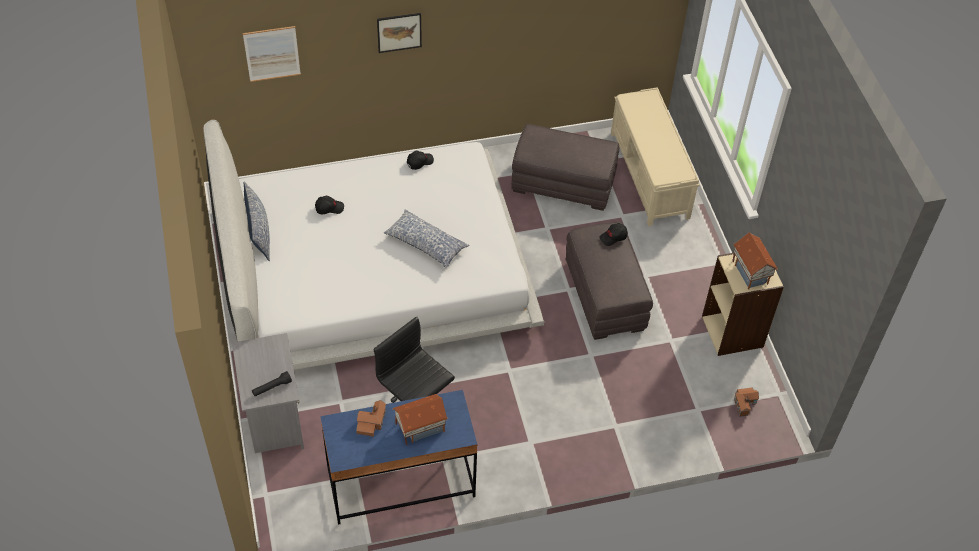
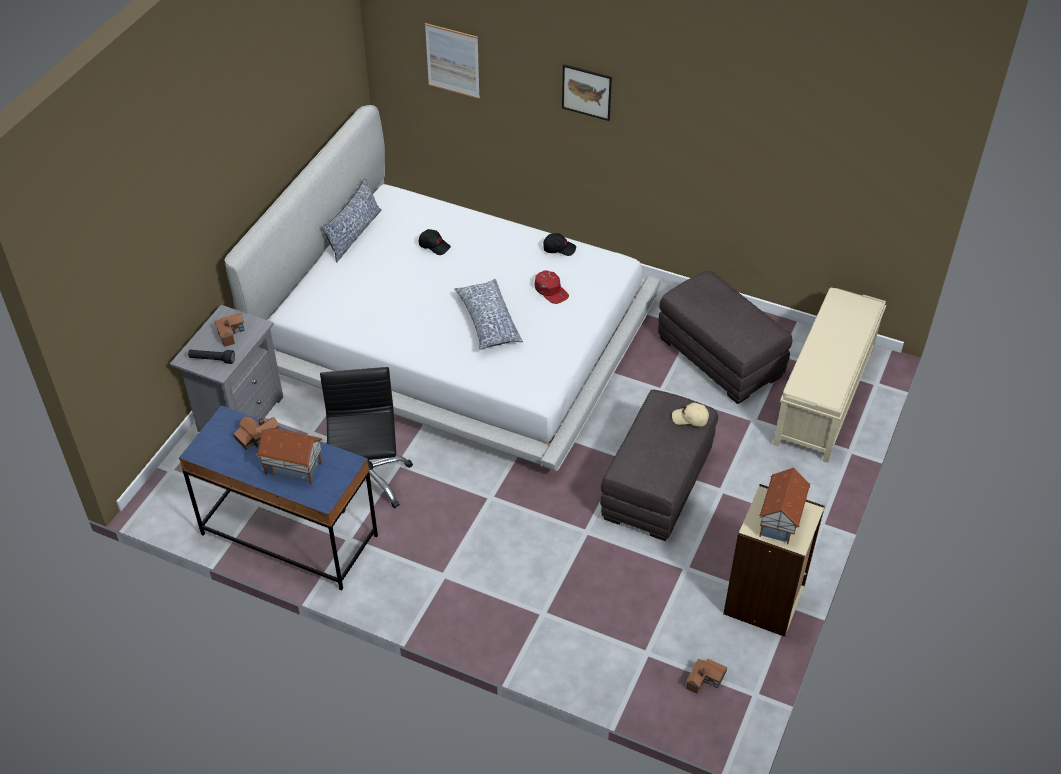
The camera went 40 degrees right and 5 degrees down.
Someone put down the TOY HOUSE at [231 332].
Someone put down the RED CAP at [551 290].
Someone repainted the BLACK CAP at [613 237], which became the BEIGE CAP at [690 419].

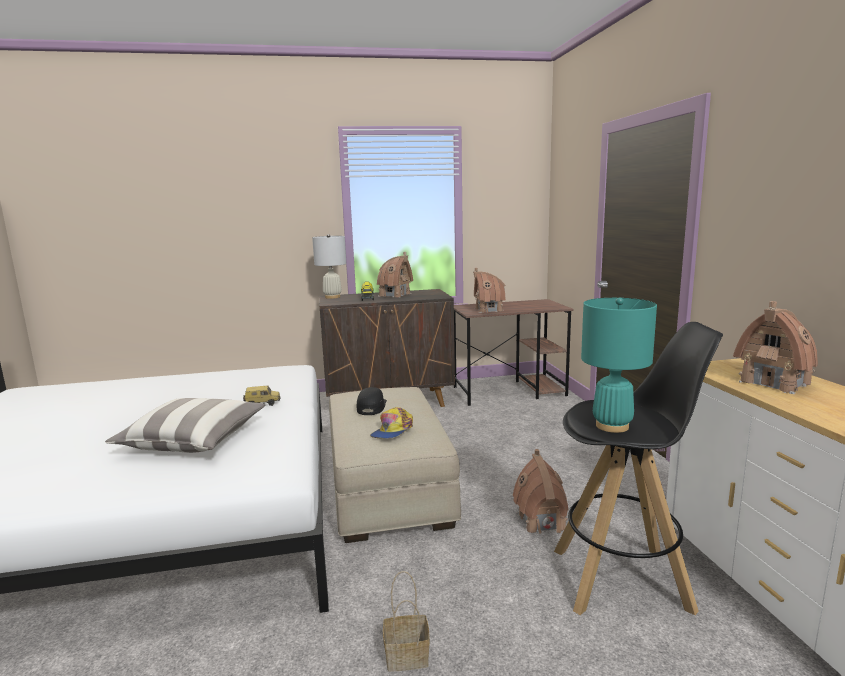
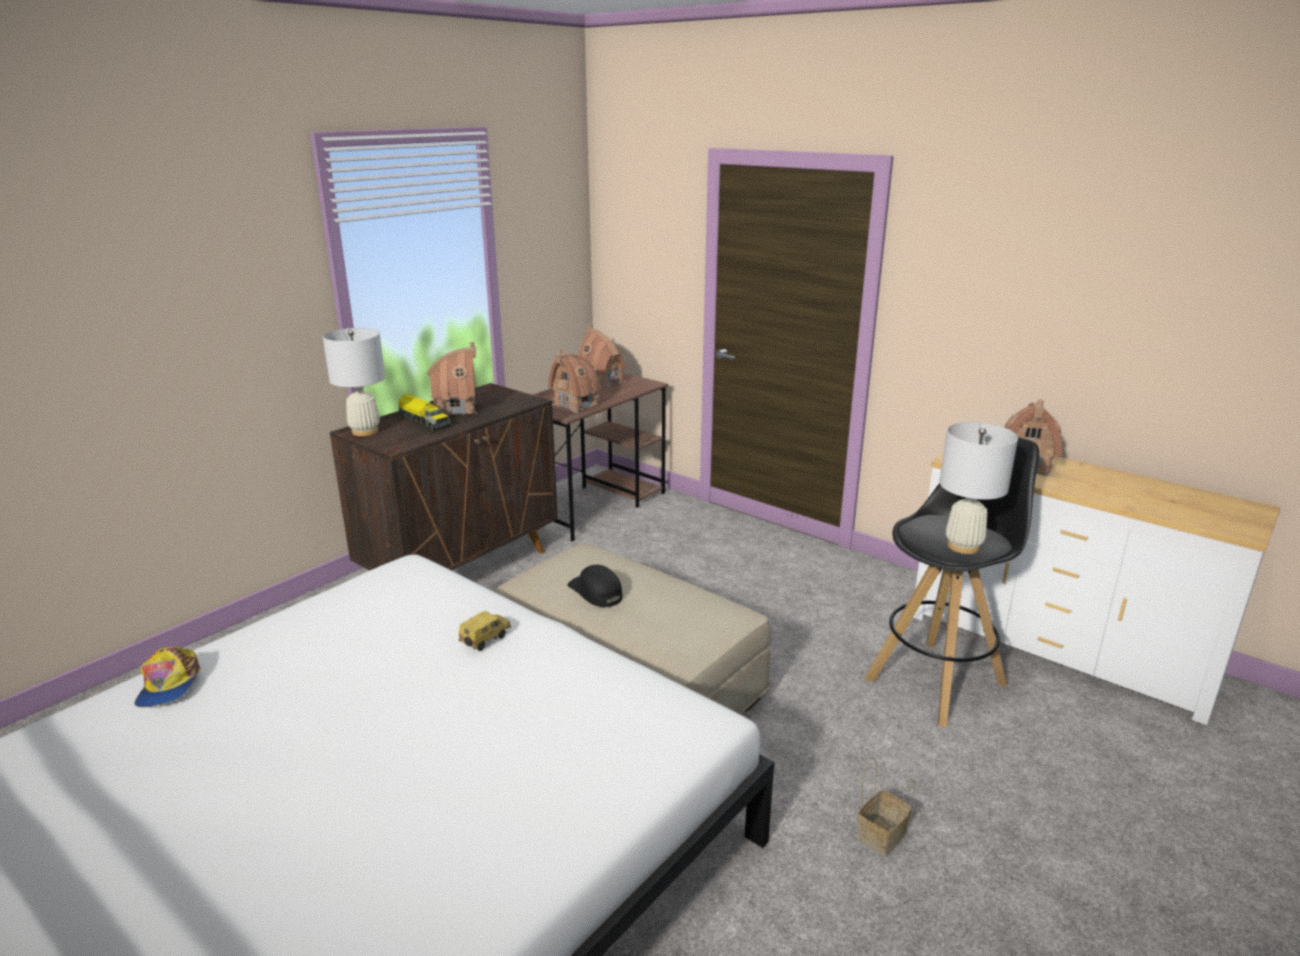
The camera went 40 degrees left and 10 degrees up.
Someone took away the PILLOW at [193 441].
Someone carried the CAP from [392 431] to [169 685].
Someone carried the TOY HOUSE from [541 521] to [603 382].
Someone repainted the TURQUOISE TABLE LAMP at [612 426], which became the WHITE TABLE LAMP at [963 546].

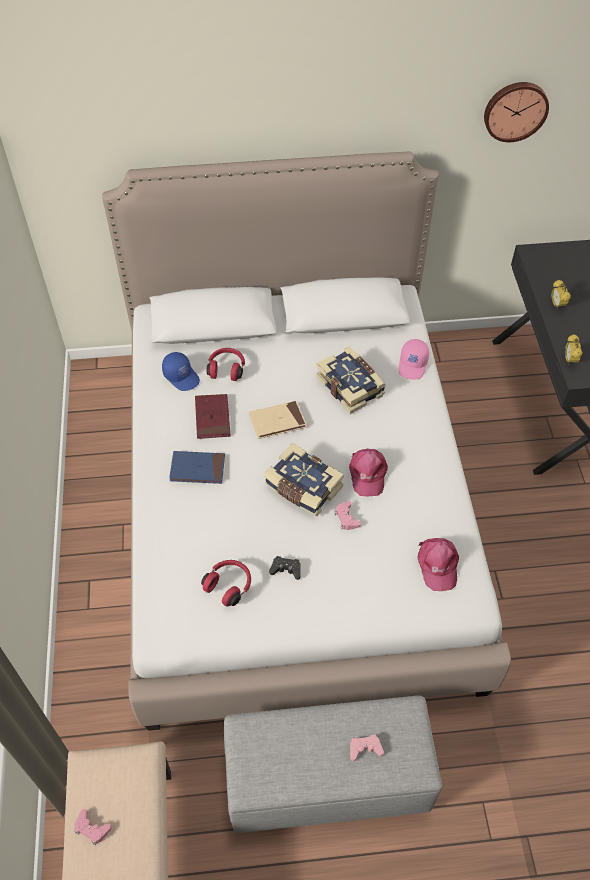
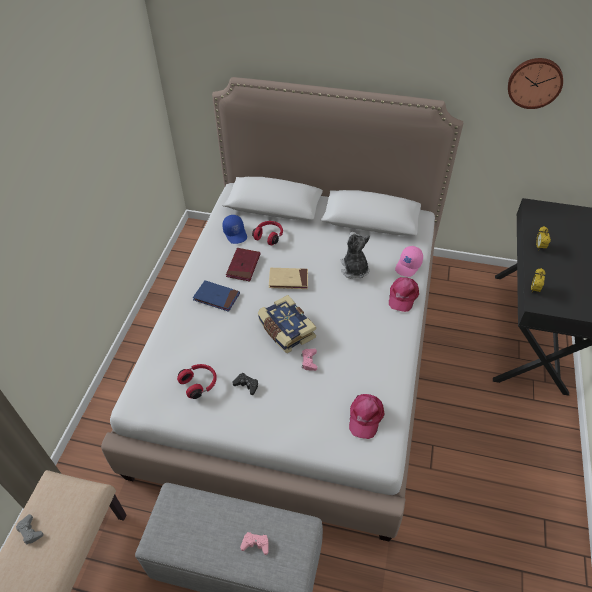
The camera went 20 degrees right and 5 degrees down.
Someone carried the PINK CAP from [367 474] to [402 296].
Someone swapped the BOOK at [351 386] for the PLUSH TOY at [354 269].
Someone repainted the PINK GAME CONTROLLER at [92 828], which became the GREY GAME CONTROLLER at [30 531].

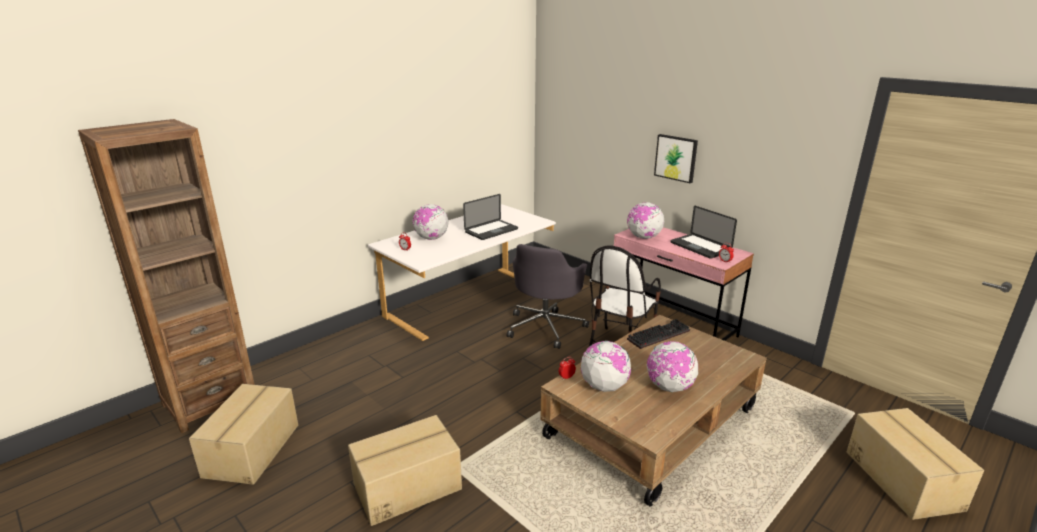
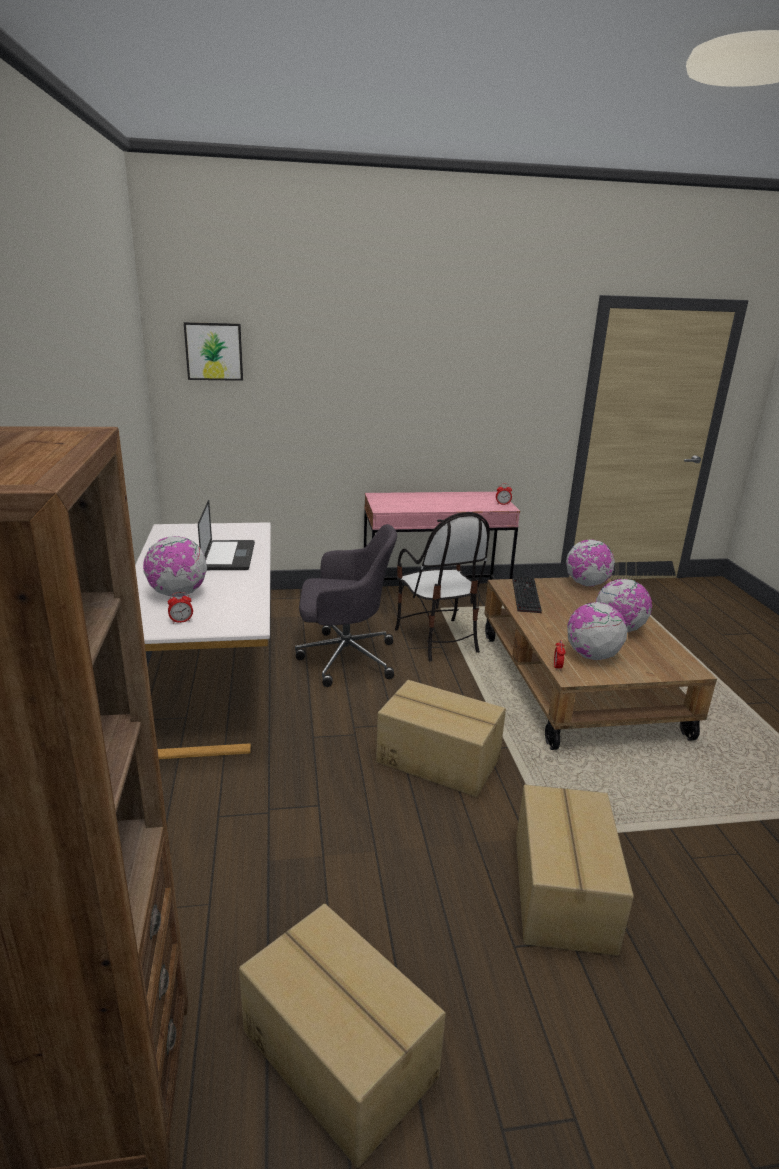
The camera went 55 degrees left and 0 degrees up.
Someone took away the LAPTOP at [700 247].
Someone carried the GLOBE from [643 237] to [586 584].
Someone carried the PICTURE from [676 158] to [214 351].
Someone carried the CARDBOARD BOX from [903 479] to [438 759].
Someone rotated the GREY OFFICE CHAIR at [546 326] by 60 degrees counterclockwise.

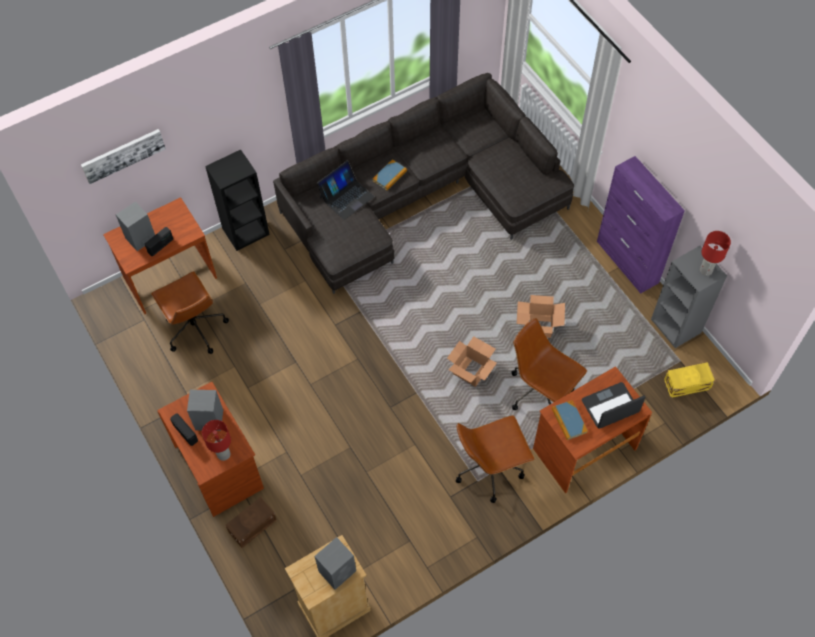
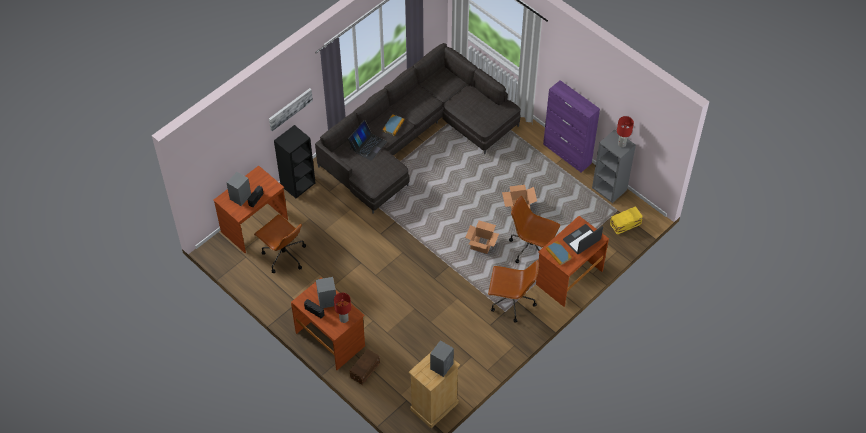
The camera went 15 degrees left and 5 degrees down.
Someone carried the PICTURE from [123 155] to [290 108].
Someone rotated the BROWN OFFICE CHAIR at [490 468] by 135 degrees counterclockwise.

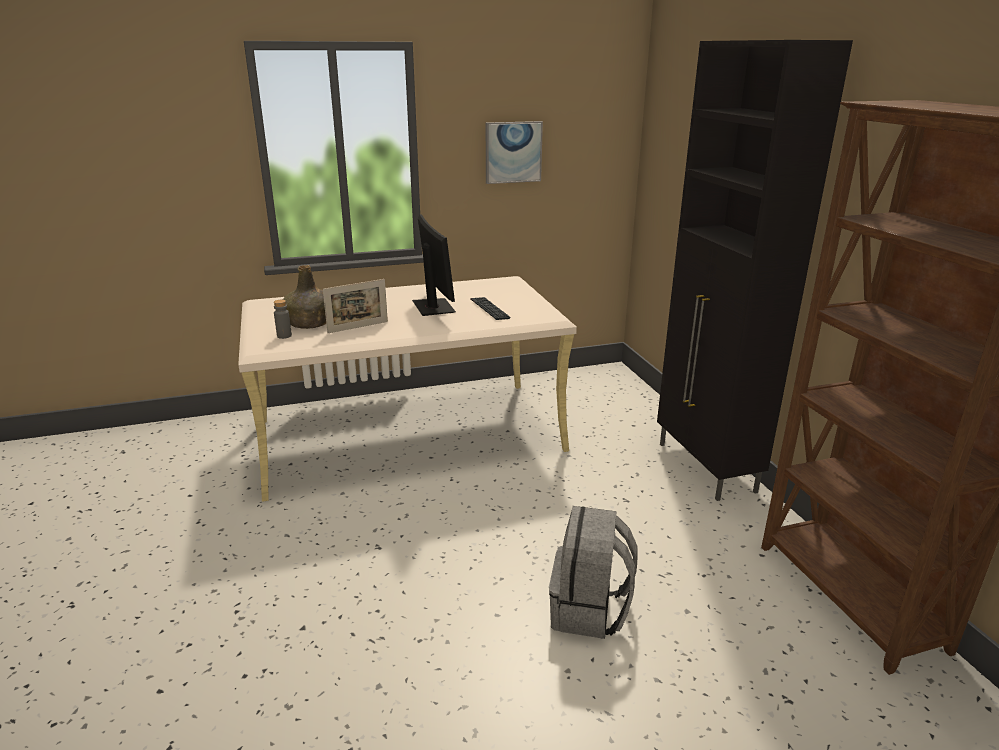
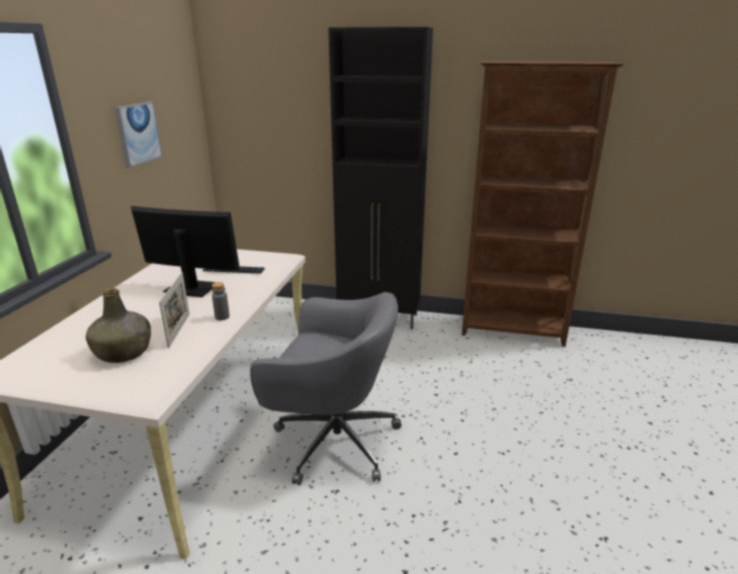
The camera went 60 degrees left and 0 degrees up.
Someone took away the GREY BACKPACK at [589 611].
Someone put down the GREY OFFICE CHAIR at [332 440].
Someone carried the GREY BOTTLE from [284 336] to [222 317].

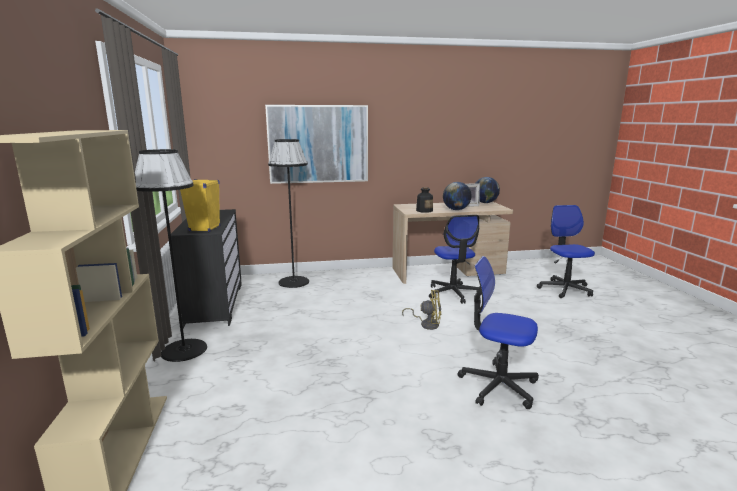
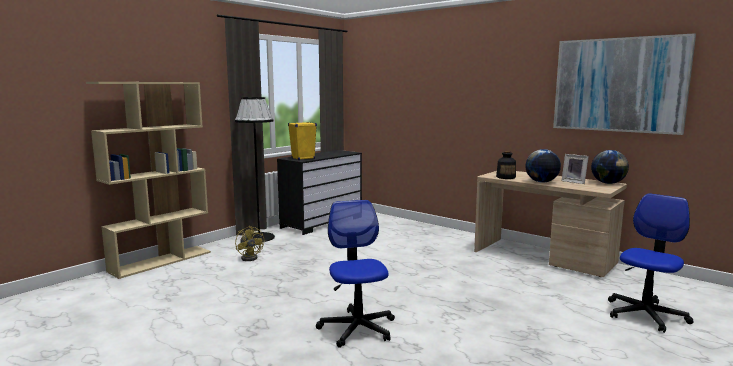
The camera went 50 degrees right and 5 degrees down.
Someone took away the BLACK FLOOR LAMP at [293 282].
Someone took away the OFFICE CHAIR at [453 293].
Someone carried the PICTURE from [318 144] to [619 85].
Someone carried the YELLOW FAN from [427 324] to [251 257].

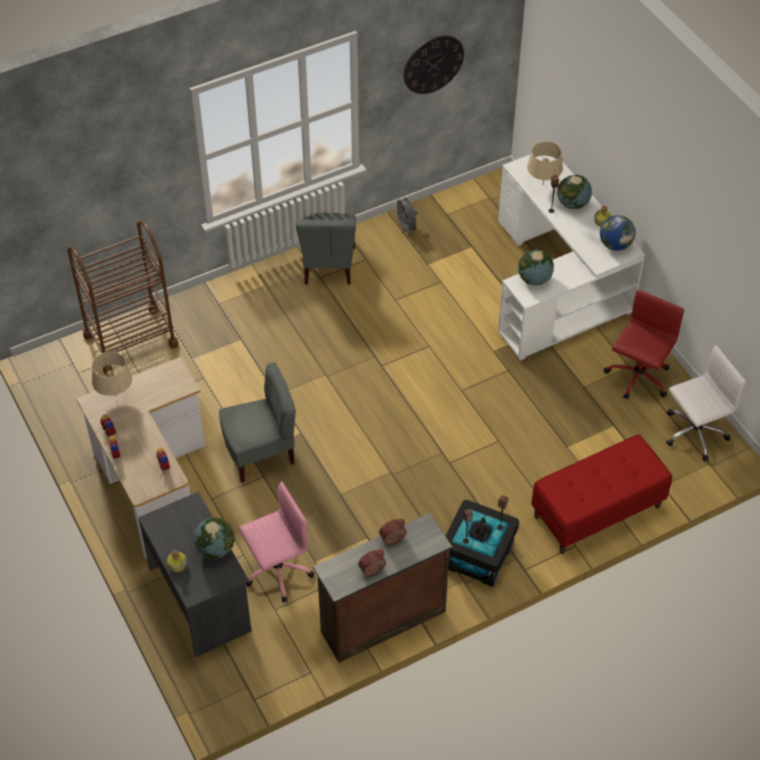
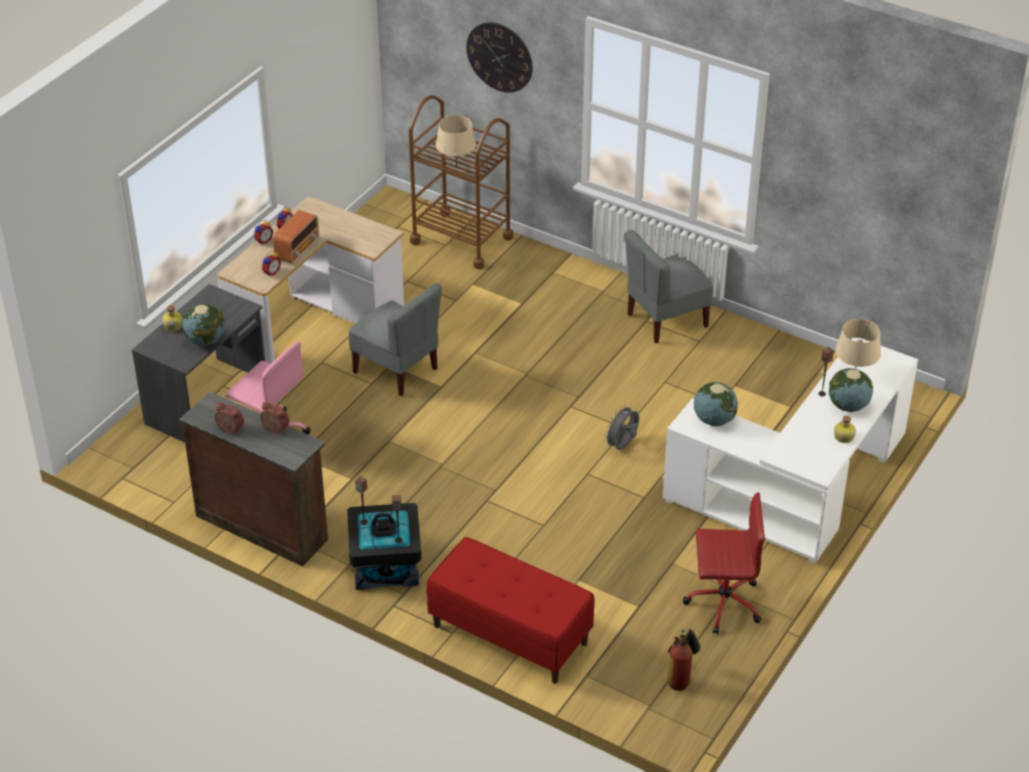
The camera went 60 degrees right and 10 degrees down.
Someone took away the GLOBE at [615 245].
Someone put down the RADIO at [298 250].
Someone carried the BEIGE TABLE LAMP from [115 396] to [456 166].
Someone carried the GREY FAN from [406 228] to [622 446].
Someone carried the WALL CLOCK from [433 64] to [499 57].
Someone swapped the WHITE OFFICE CHAIR at [693 433] for the FIRE EXTINGUISHER at [682 677].

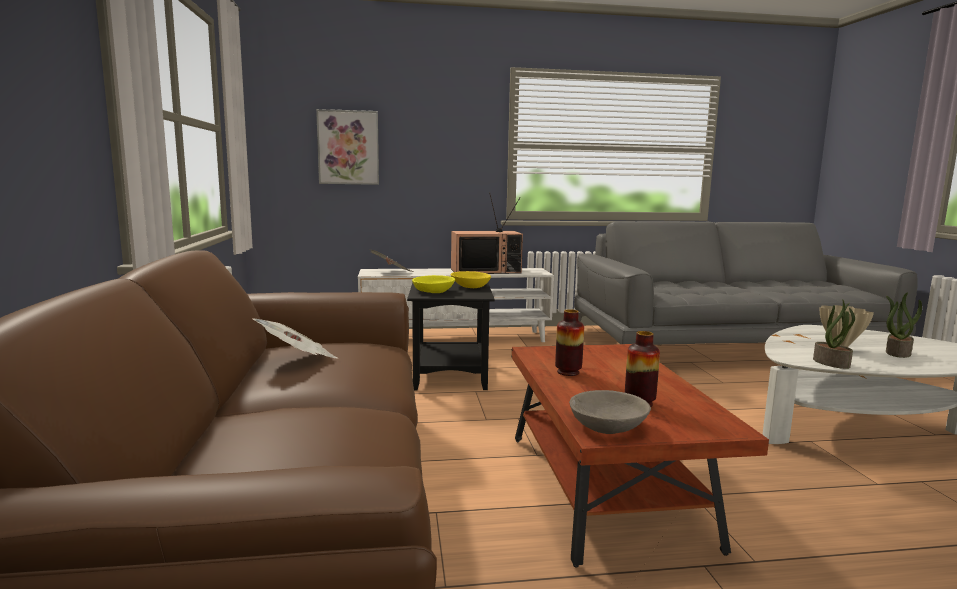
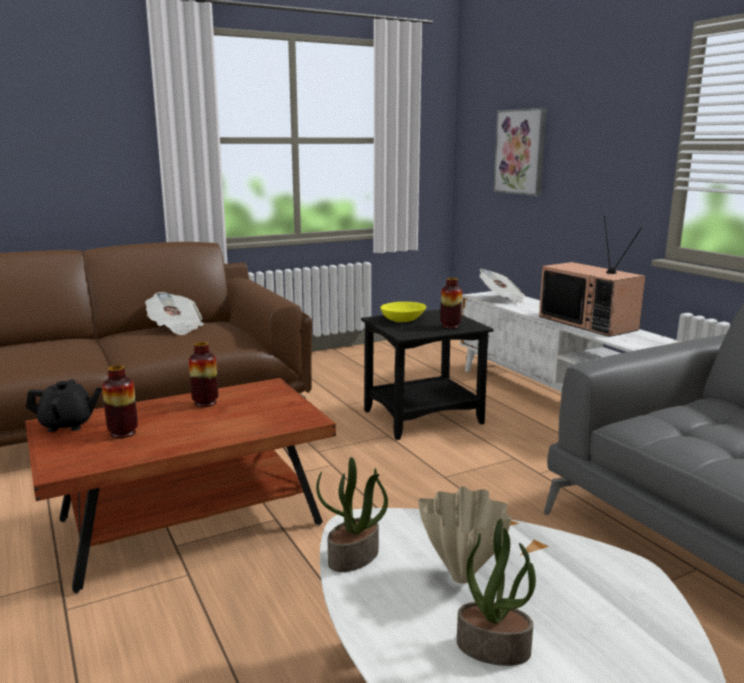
The camera went 70 degrees right and 5 degrees up.
Someone swapped the YELLOW BOWL at [470 286] for the VASE at [450 326].
Someone swapped the GREY BOWL at [607 426] for the BLACK TEAPOT at [68 425].

